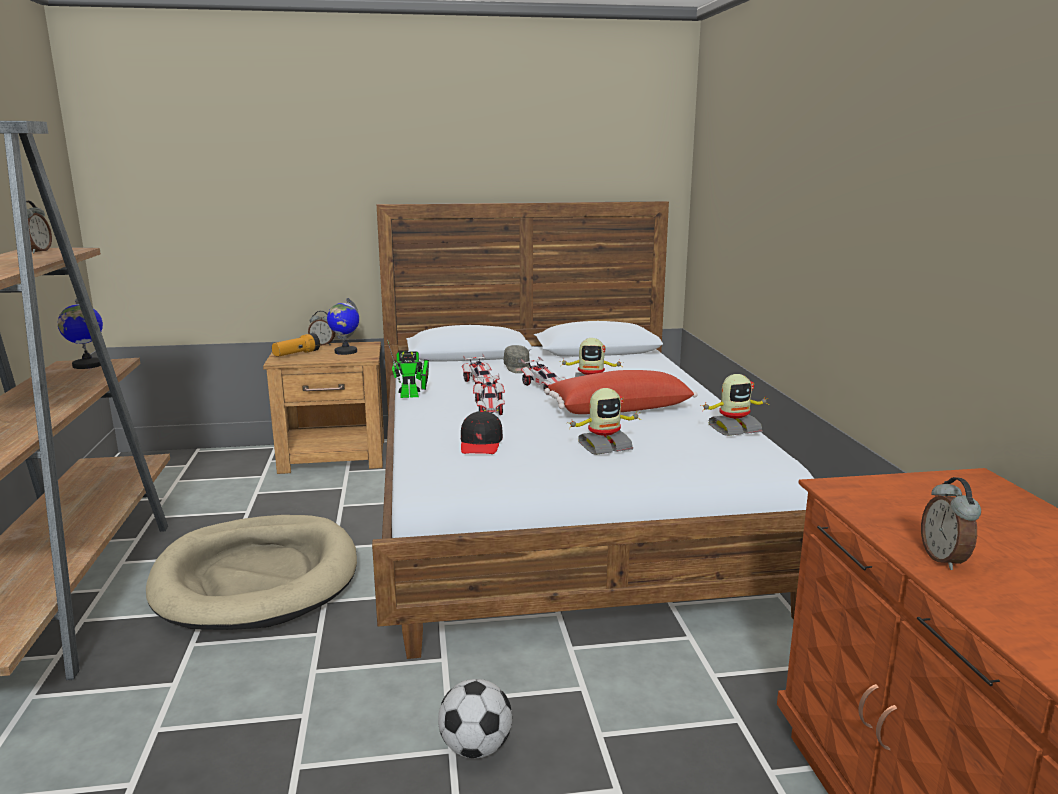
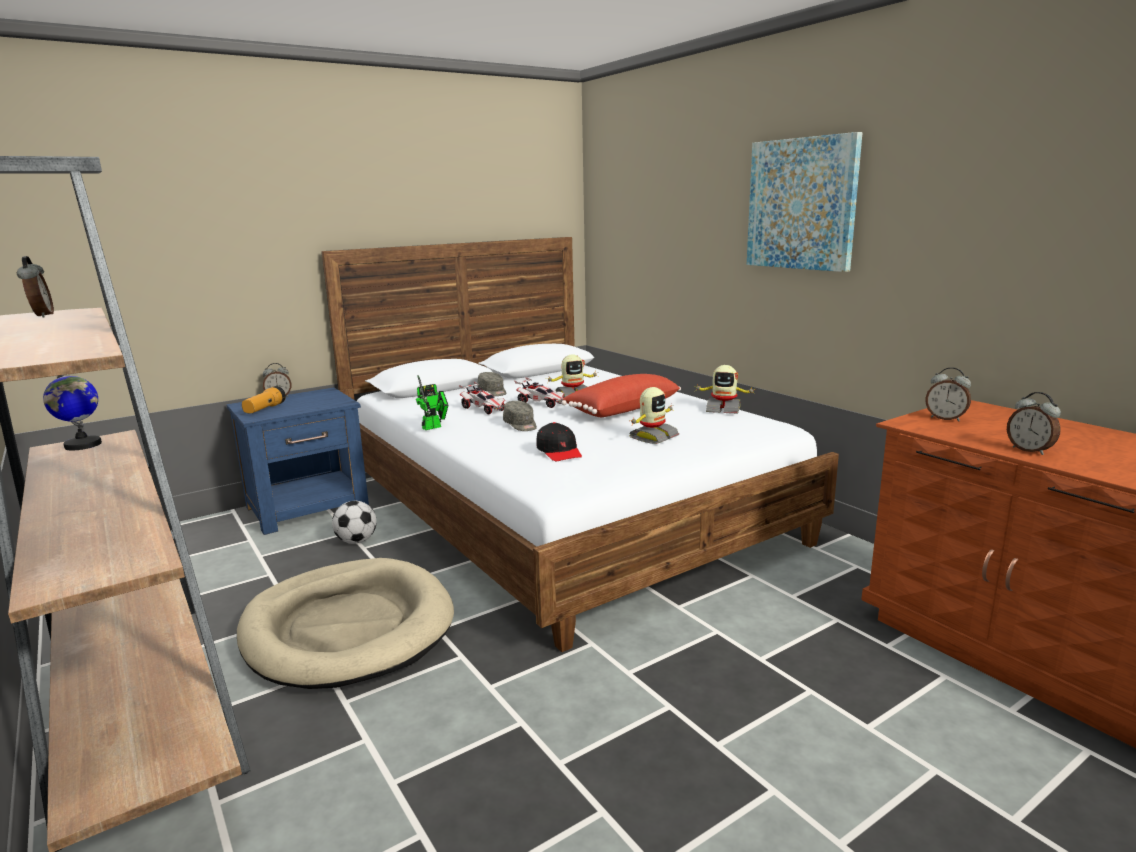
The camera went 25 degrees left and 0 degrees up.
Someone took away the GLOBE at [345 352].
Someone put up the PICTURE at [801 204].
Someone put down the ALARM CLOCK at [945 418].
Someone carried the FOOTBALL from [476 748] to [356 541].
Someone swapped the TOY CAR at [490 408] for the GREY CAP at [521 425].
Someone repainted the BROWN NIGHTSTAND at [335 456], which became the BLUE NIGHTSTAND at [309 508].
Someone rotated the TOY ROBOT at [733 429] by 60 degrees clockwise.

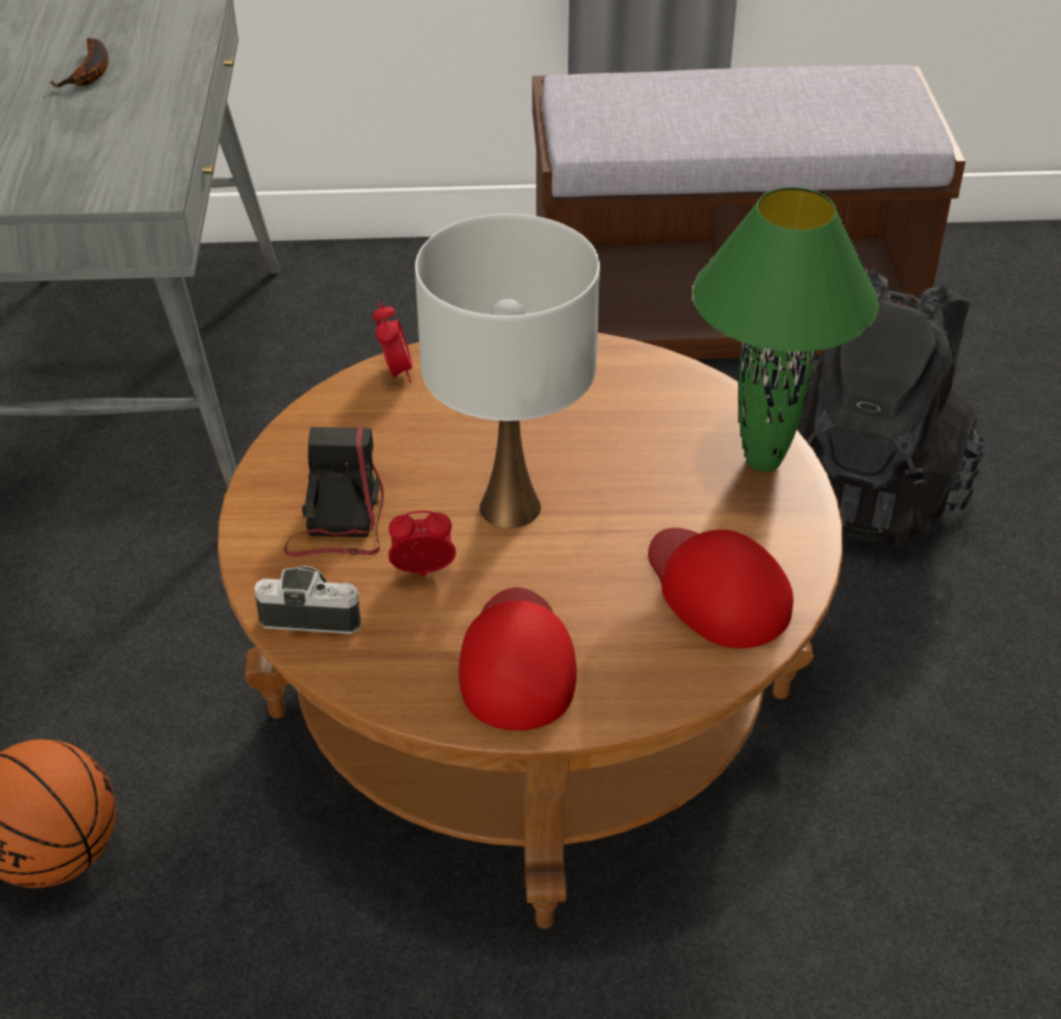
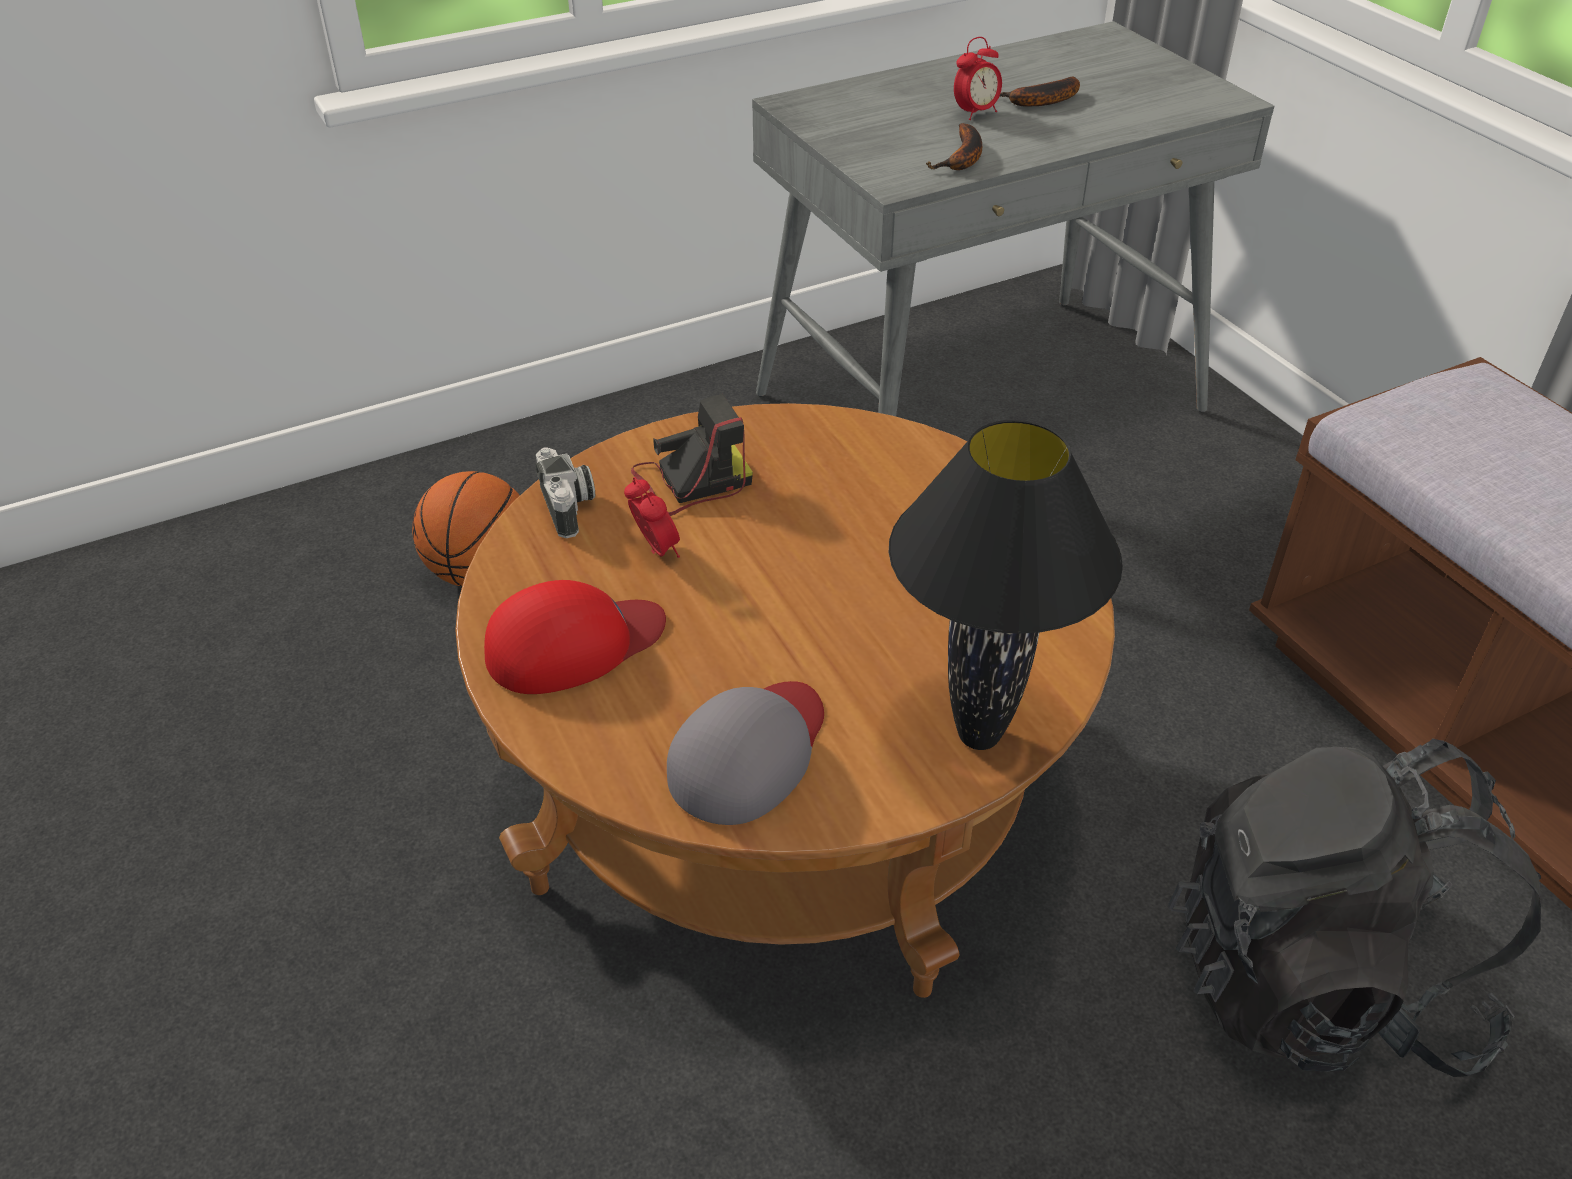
The camera went 65 degrees right and 0 degrees up.
Someone took away the WHITE TABLE LAMP at [509 507].
Someone put down the BANANA at [963 159].
Someone carried the ALARM CLOCK from [395 373] to [975 113].
Someone repainted the RED CAP at [716 590], which became the GREY CAP at [749 754].
Someone repainted the GREEN TABLE LAMP at [765 462], which became the BLACK TABLE LAMP at [979 737].

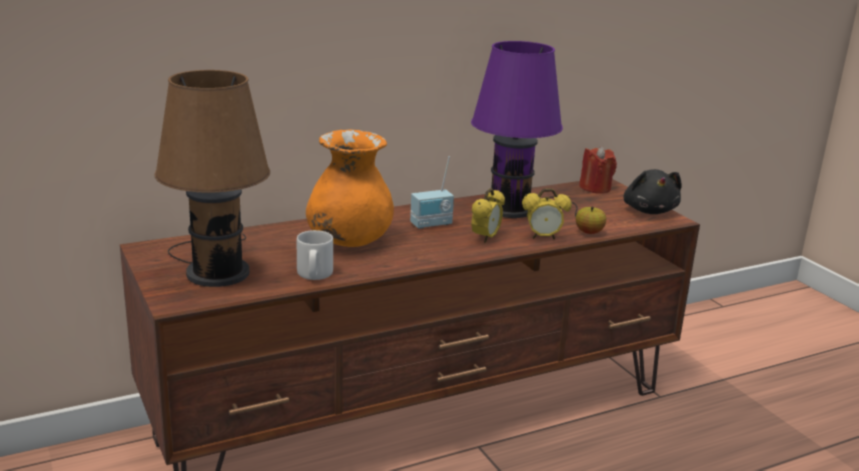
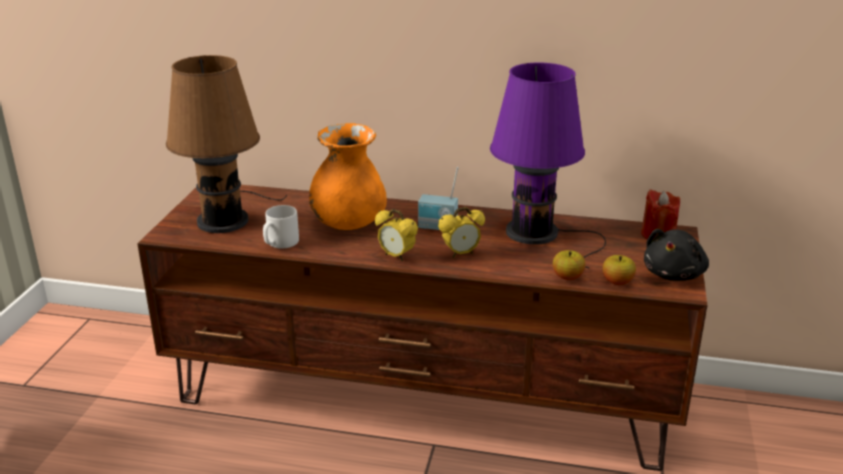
The camera went 40 degrees right and 5 degrees up.
Someone put down the APPLE at [617 282].
Someone carried the ALARM CLOCK from [543 237] to [396 256].

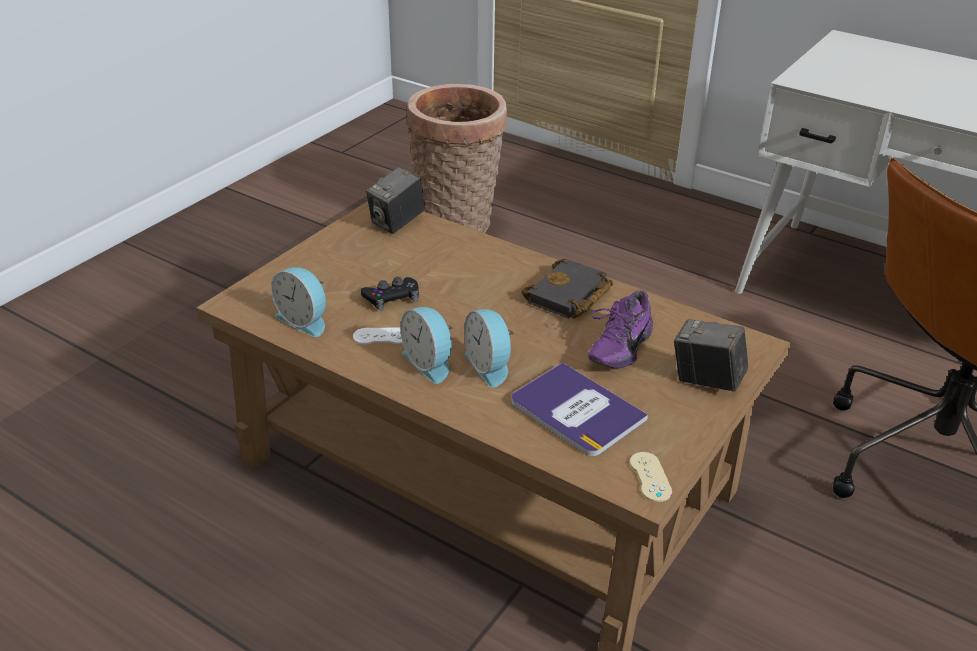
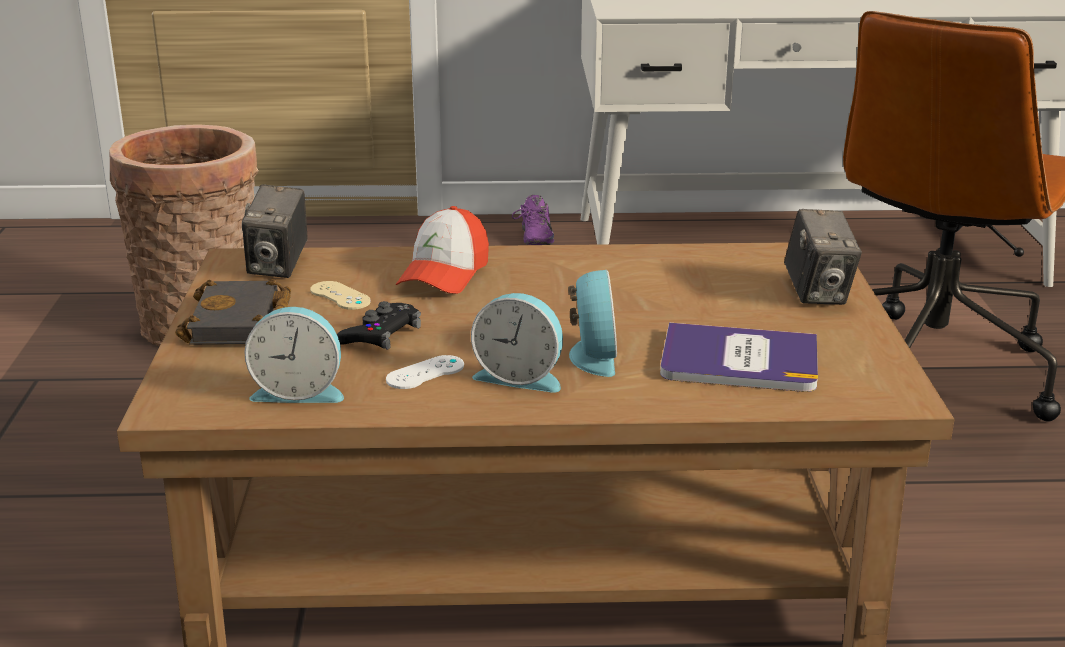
The camera went 35 degrees left and 10 degrees down.
Someone put down the CAP at [444 274].
Someone carried the BLACK BOOK from [569 297] to [240 323].
Someone carried the PURPLE SHOE from [617 348] to [533 239].
Someone carried the BEIGE GAME CONTROLLER from [650 477] to [340 296].
Someone rotated the ALARM CLOCK at [490 366] by 120 degrees counterclockwise.
Someone rotated the PHOTO CAMERA at [706 380] by 90 degrees counterclockwise.

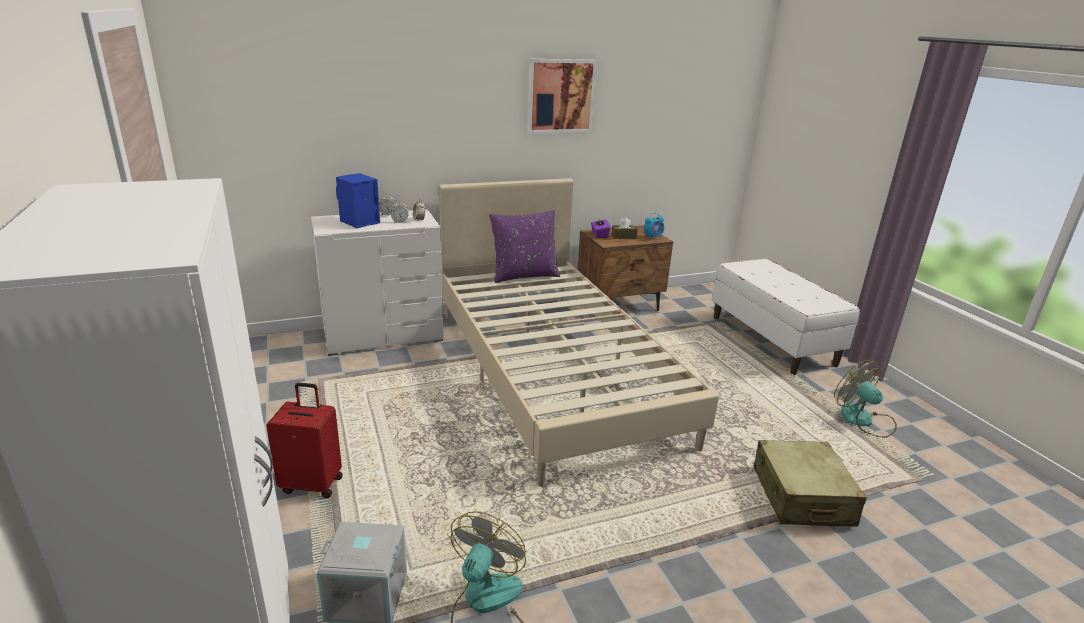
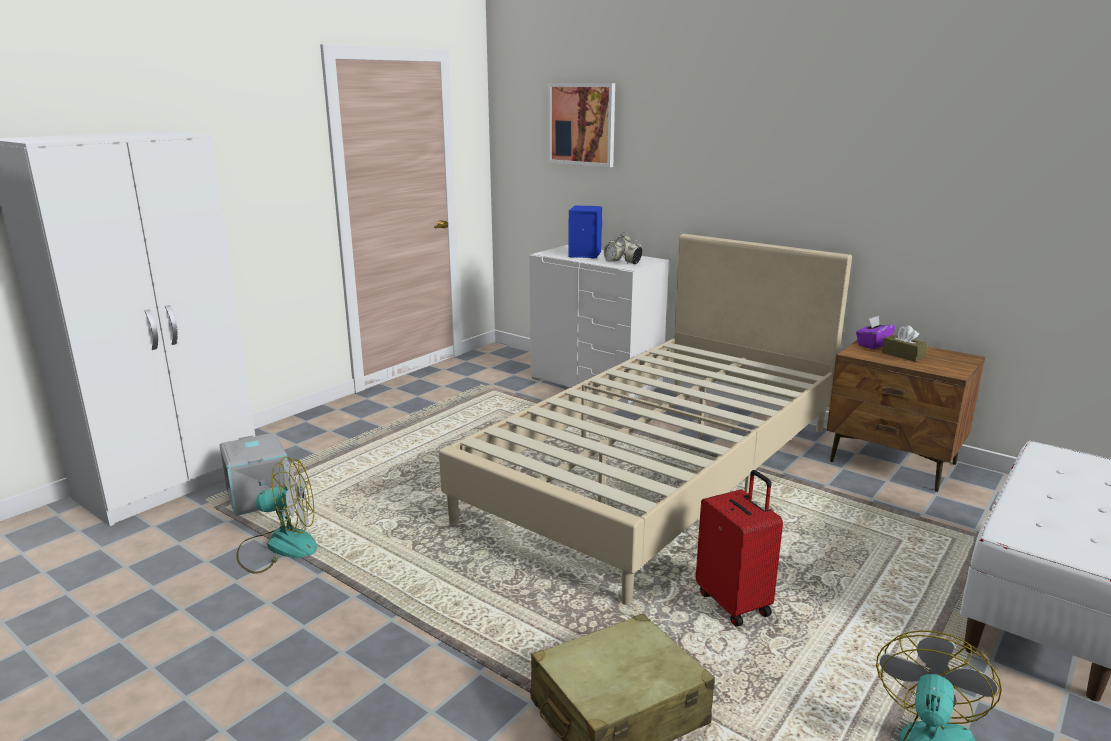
The camera went 60 degrees right and 5 degrees down.
Someone took away the PURPLE PILLOW at [524 275].
Someone took away the ALARM CLOCK at [653 237].
Someone carried the RED SUITCASE from [312 484] to [735 603].
Someone carried the PICTURE from [560 96] to [582 124].

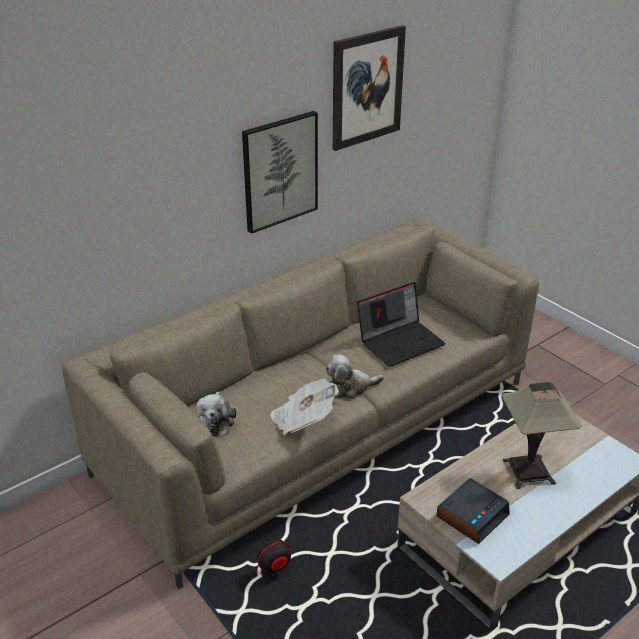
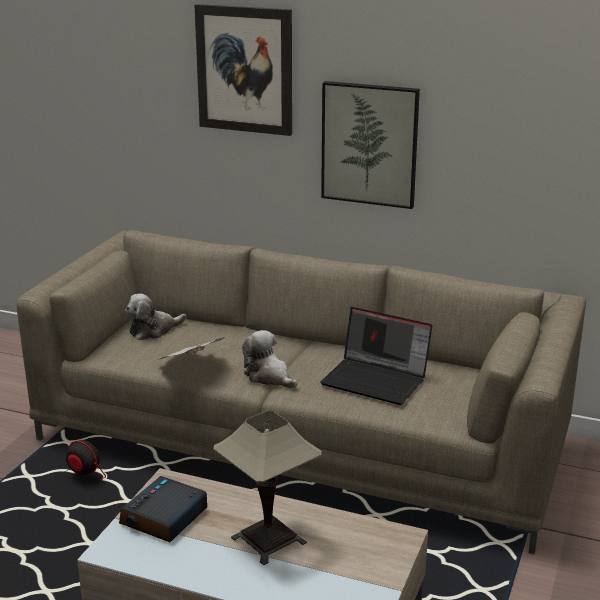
The camera went 60 degrees right and 10 degrees down.
Someone carried the PICTURE from [367 87] to [245 69].
Someone rotated the ALARM CLOCK at [472 515] by 105 degrees clockwise.

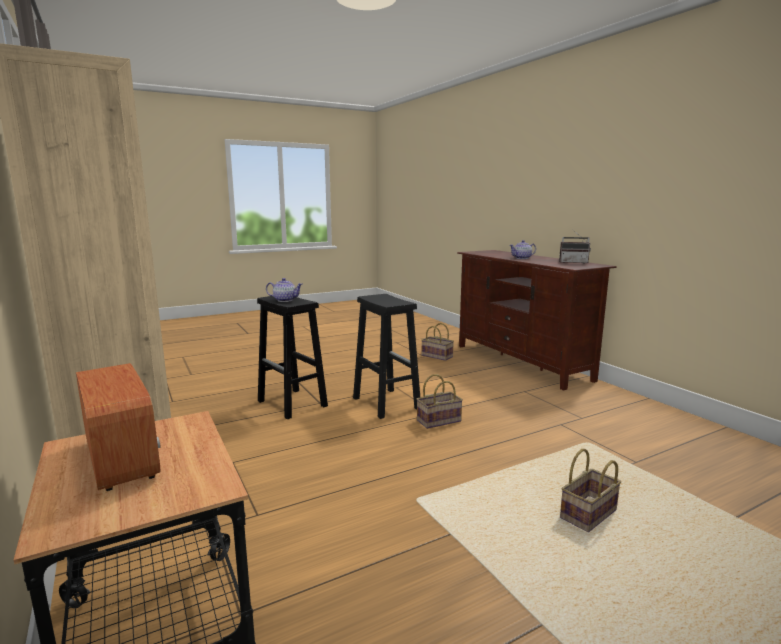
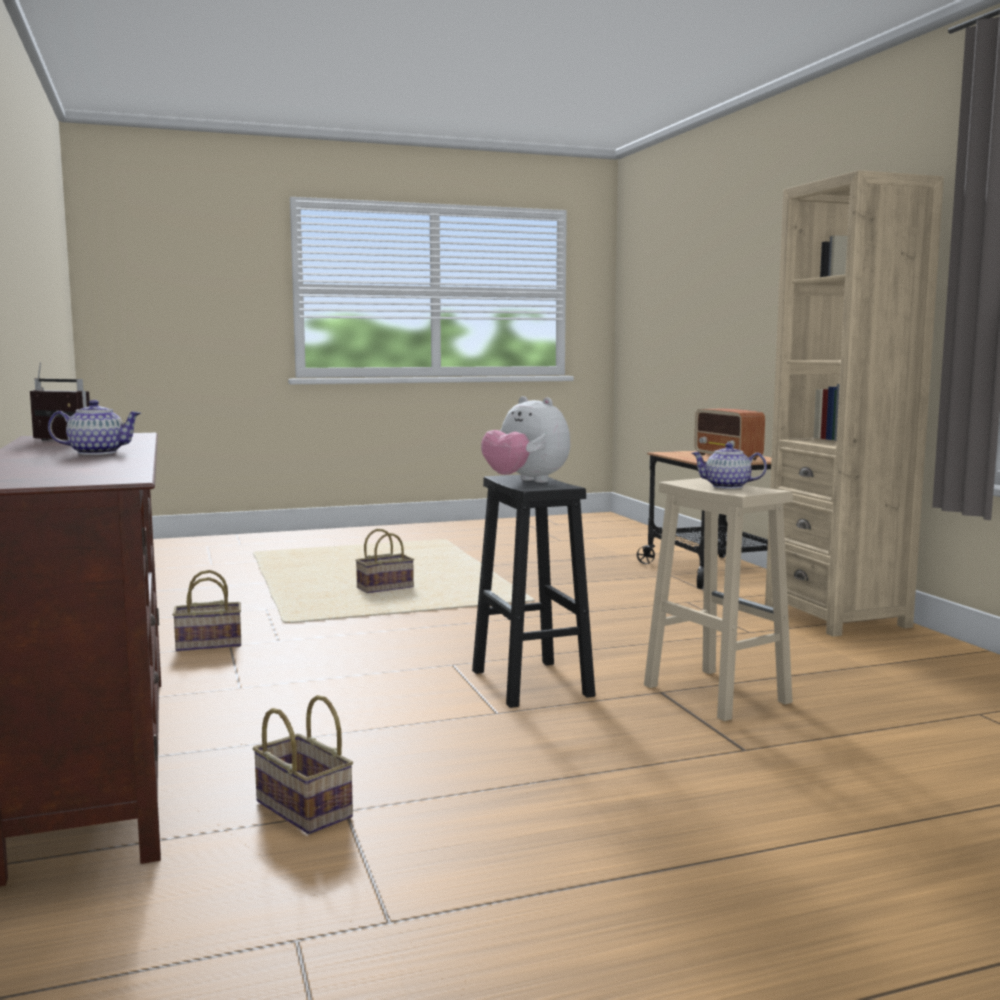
The camera went 170 degrees left and 5 degrees down.
Someone put down the PLUSH TOY at [525 482].
Someone carried the BASKET from [439 420] to [207 645].
Someone repainted the BLACK STOOL at [293 404], which became the BEIGE STOOL at [714 693].

